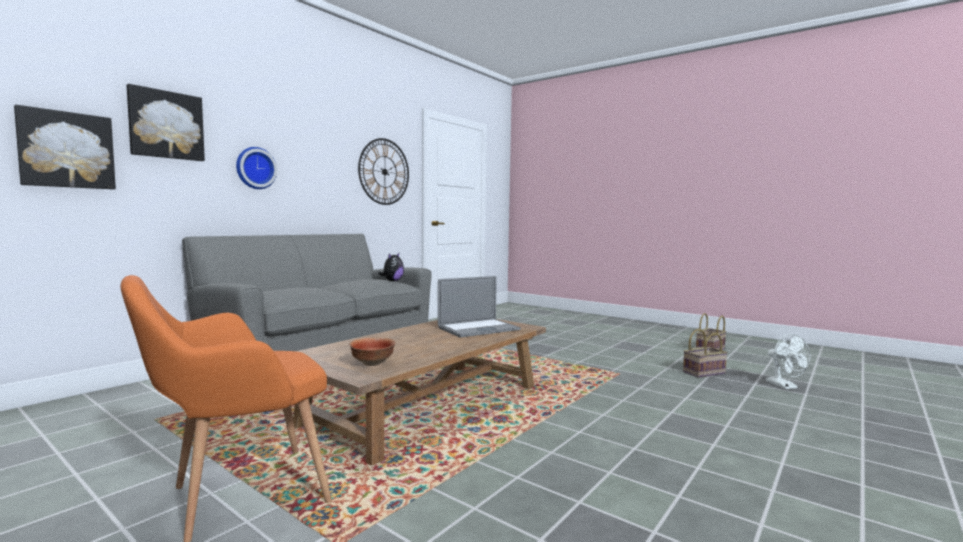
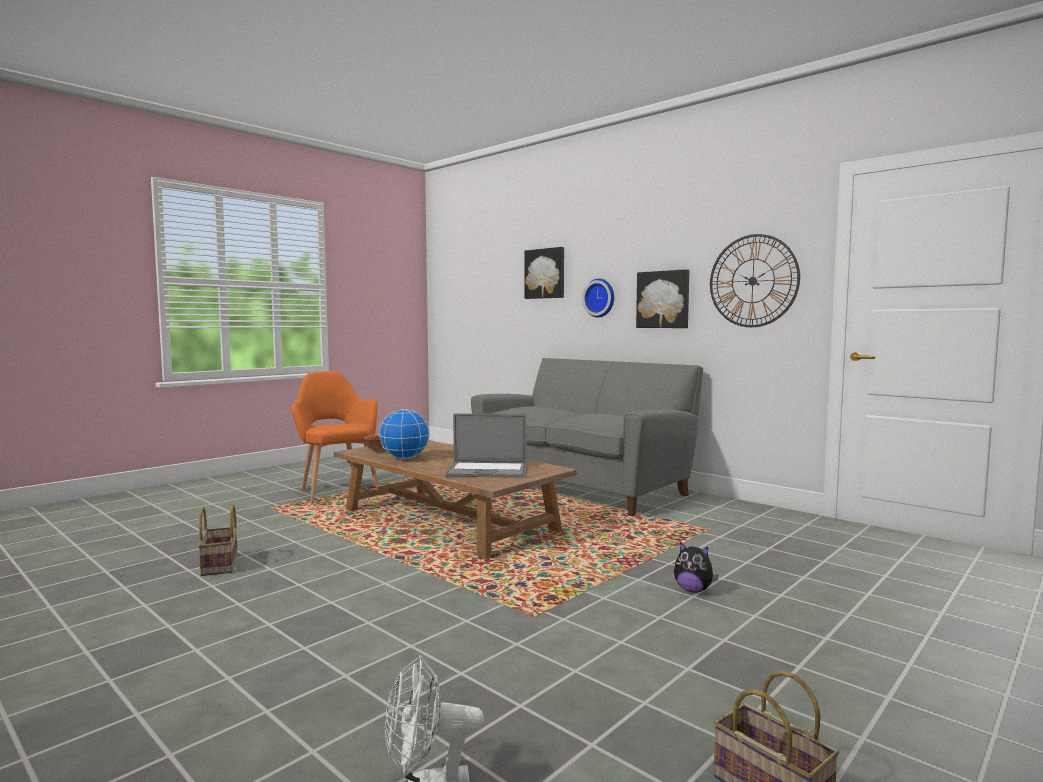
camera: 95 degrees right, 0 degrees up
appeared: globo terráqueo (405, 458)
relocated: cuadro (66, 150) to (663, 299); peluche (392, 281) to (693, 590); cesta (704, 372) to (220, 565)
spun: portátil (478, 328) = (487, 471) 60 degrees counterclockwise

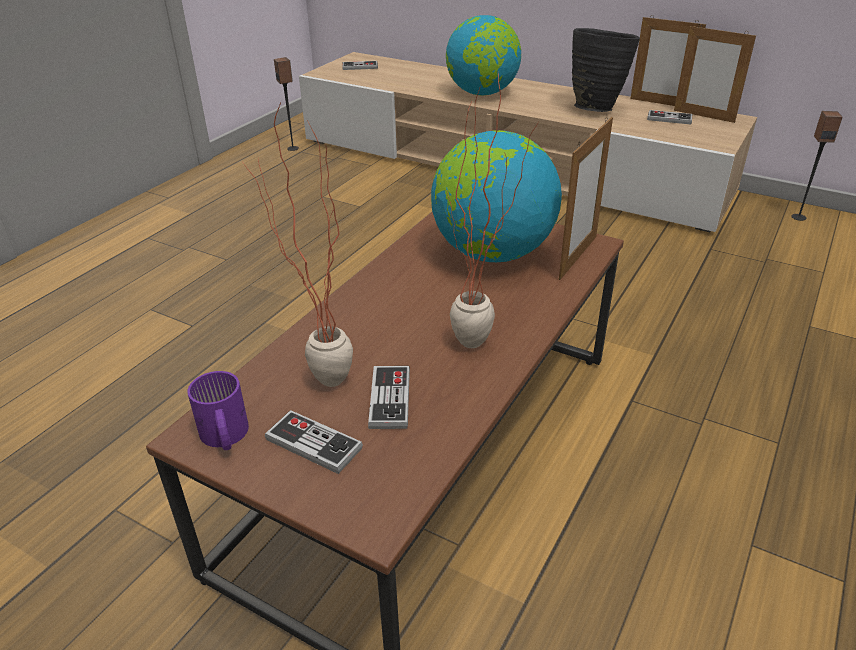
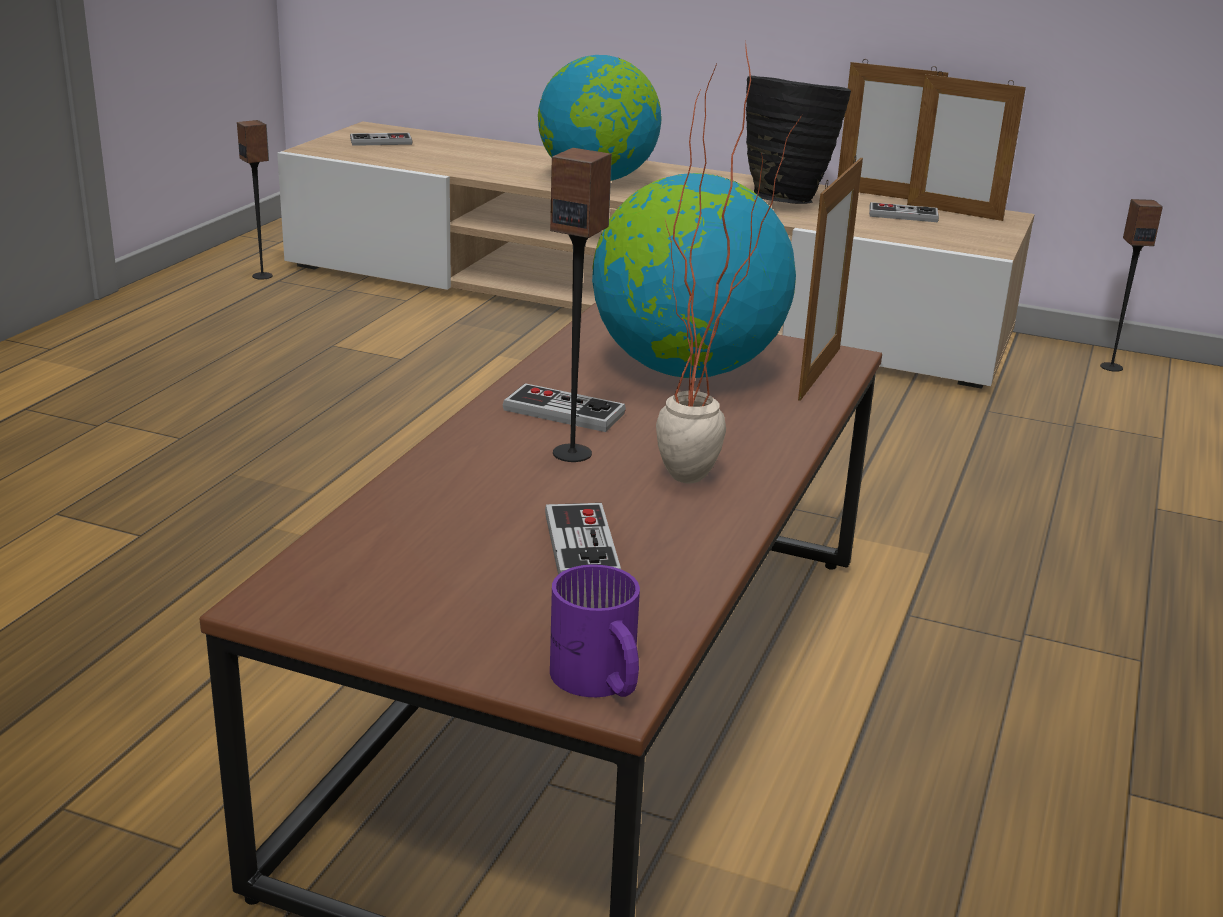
camera: 10 degrees left, 10 degrees down
missing: planta en maceta (317, 382)
appeared: altavoz (572, 453)
relocated: taza grande/morado (223, 437) to (597, 682); mando de consola (313, 443) to (564, 412)

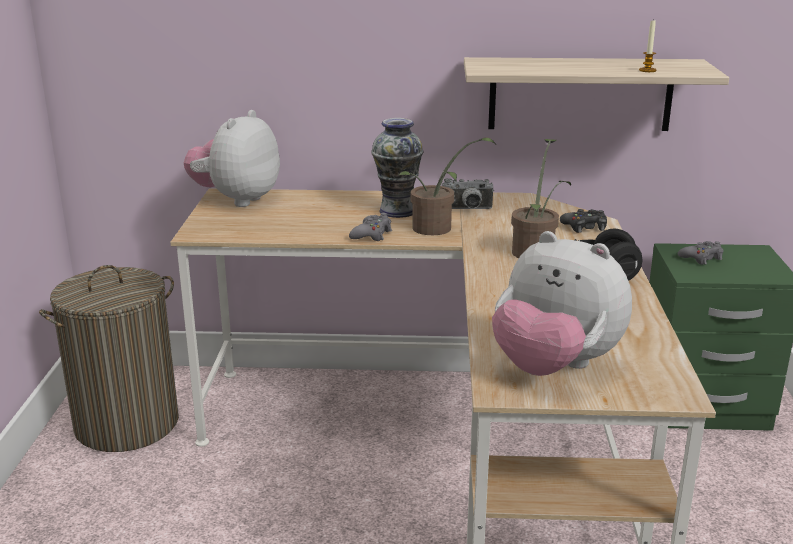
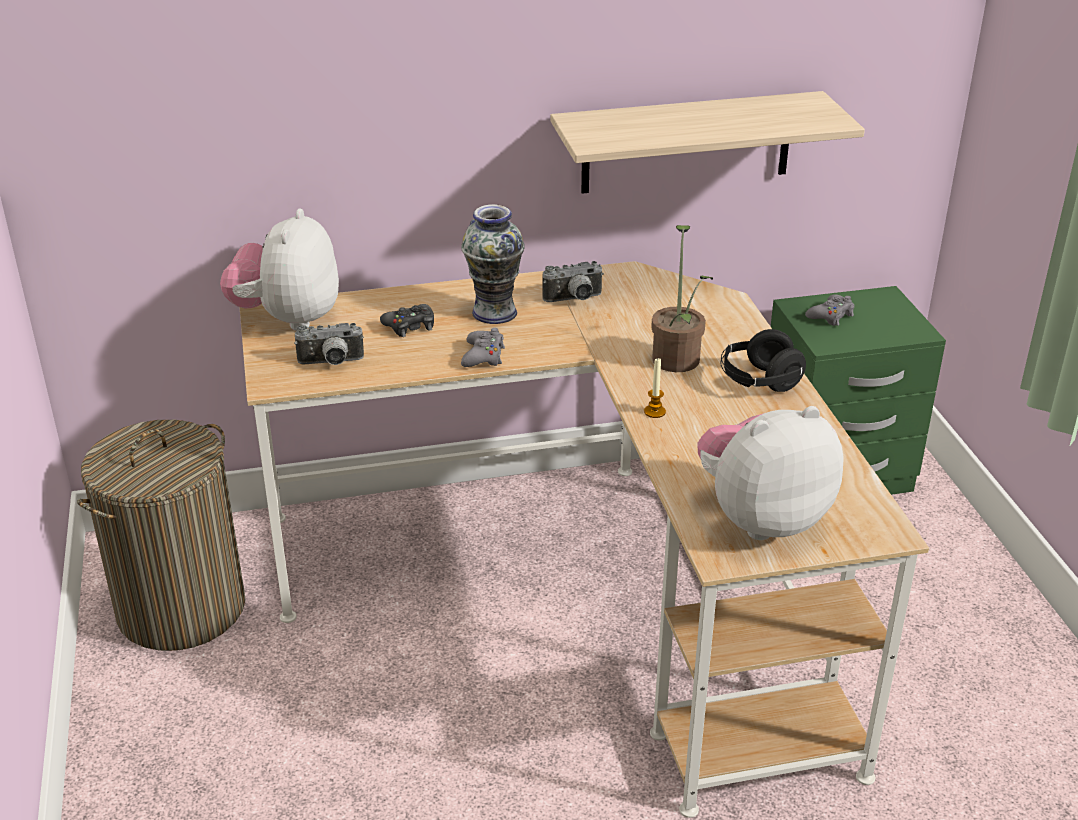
camera: 15 degrees left, 10 degrees up
missing: planta en maceta (437, 229)
appeared: cámara (331, 363)
relocated: mando de consola/negro (585, 227) to (410, 326); vela (647, 70) to (654, 412)
spun: peluche (554, 367) = (761, 518) 135 degrees clockwise

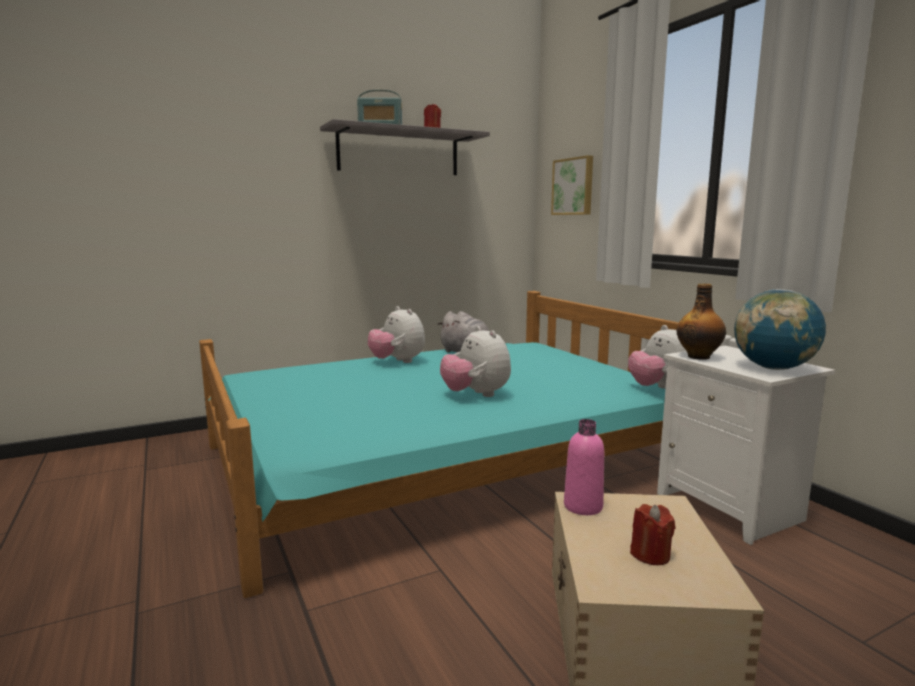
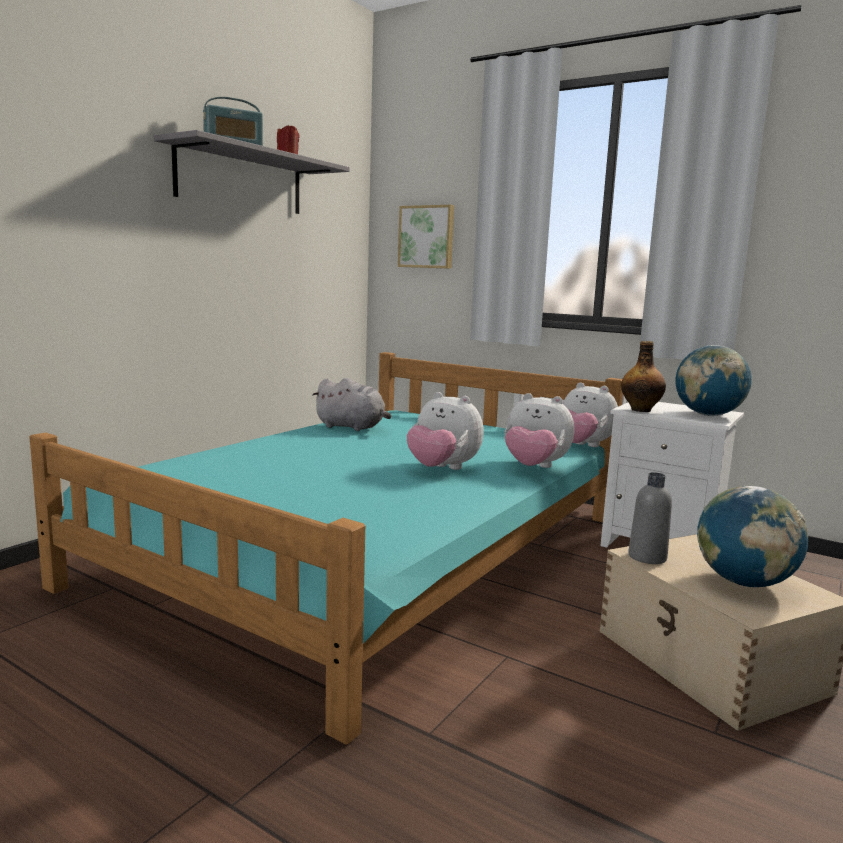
camera: 30 degrees left, 0 degrees up
relocated: peluche (397, 362) to (534, 467)
exchanged: vela/rojo (650, 554) to globo terráqueo (743, 582)
colour: botella/rosa (583, 506) to botella/gris (647, 557)

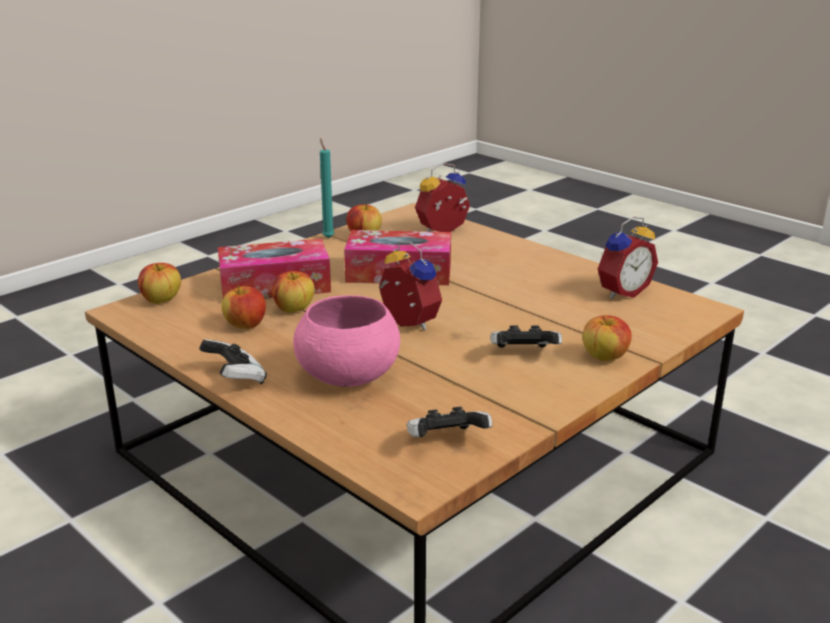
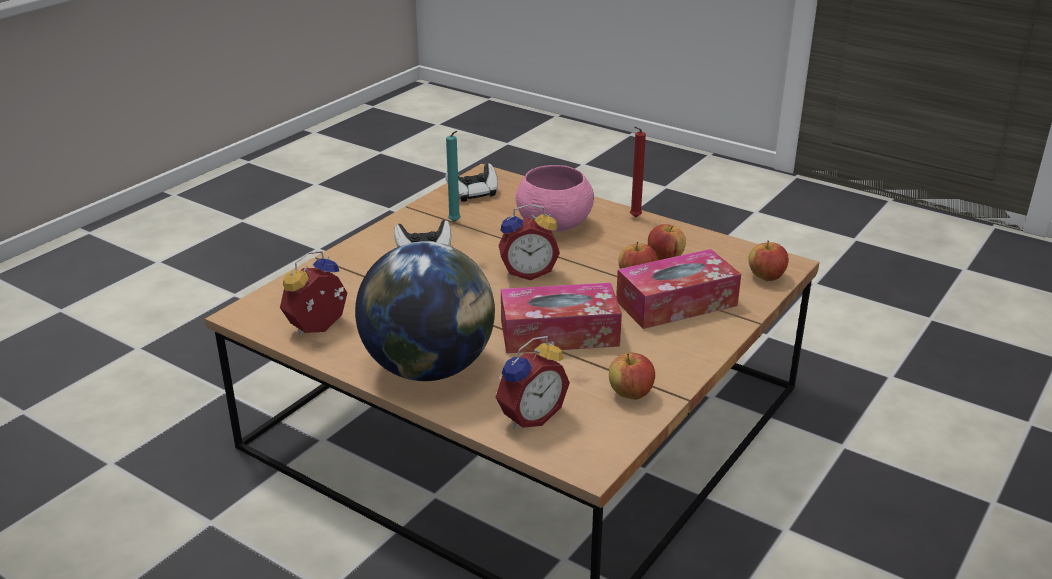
camera: 170 degrees right, 5 degrees up
missing: manzana (605, 357)
appeared: globo terráqueo (429, 368)
relocated: vela/turquesa (328, 237) to (455, 222)
exchanged: mando de consola (235, 379) to vela/rojo (634, 218)
spun: despertador (406, 324) = (528, 272) 45 degrees counterclockwise

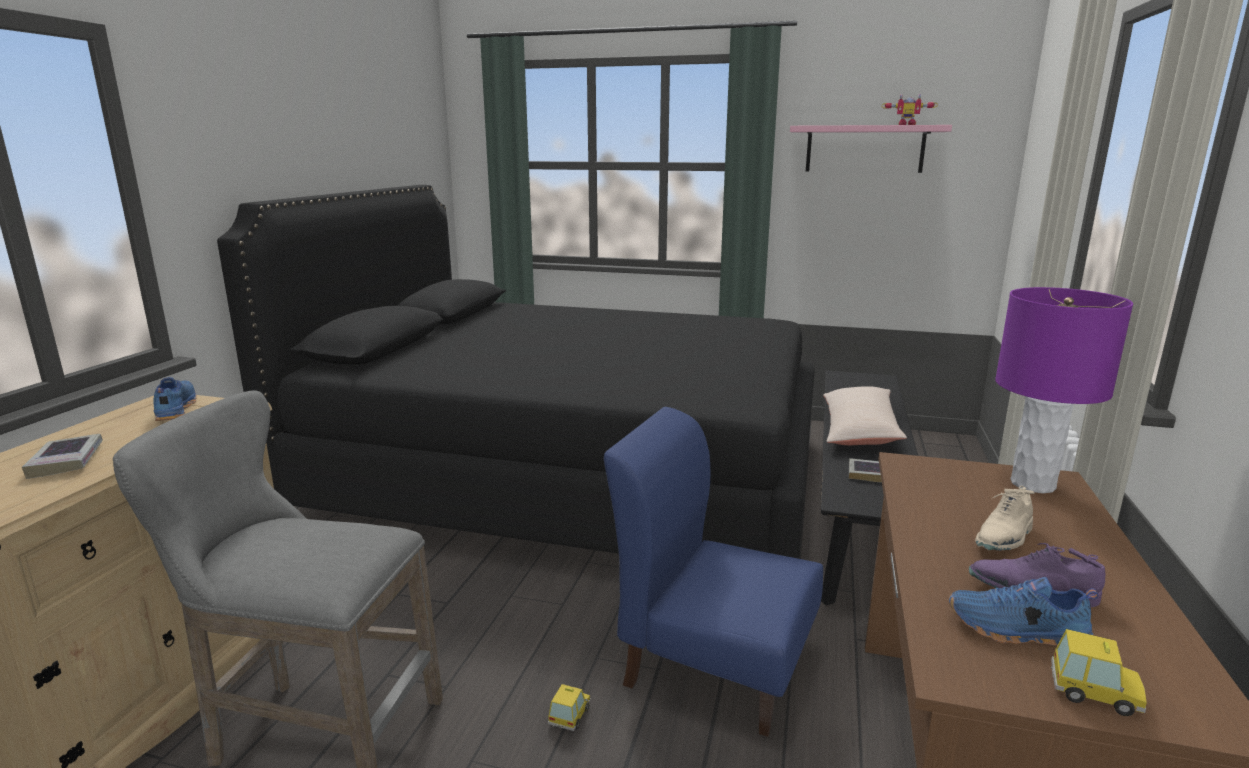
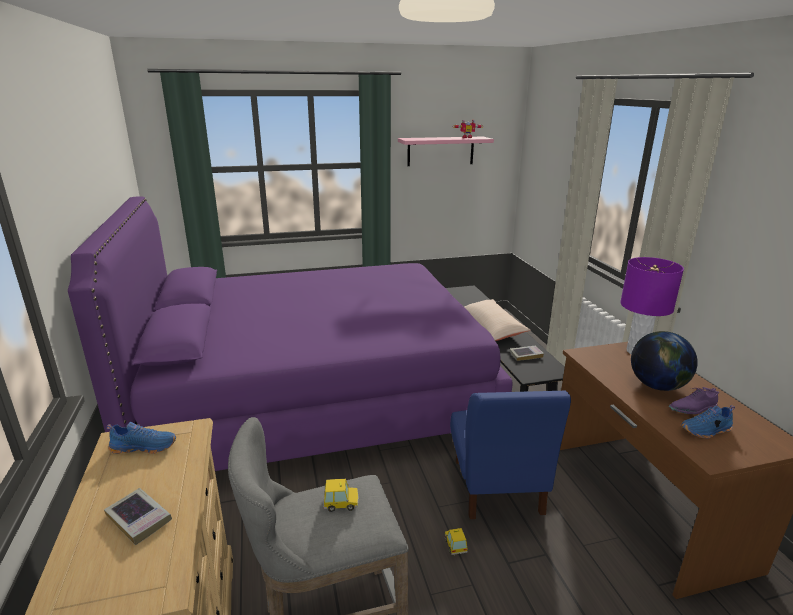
camera: 30 degrees left, 5 degrees up
relocated: coche de juguete (1094, 692) to (341, 503)
exchanged: zapato/beis (1003, 539) to globo terráqueo (657, 385)
colour: cama/negro (571, 478) to cama/morado (315, 396)
spun: zapato/azul (174, 410) = (144, 446) 135 degrees clockwise; silla/azul (713, 665) = (497, 486) 90 degrees counterclockwise

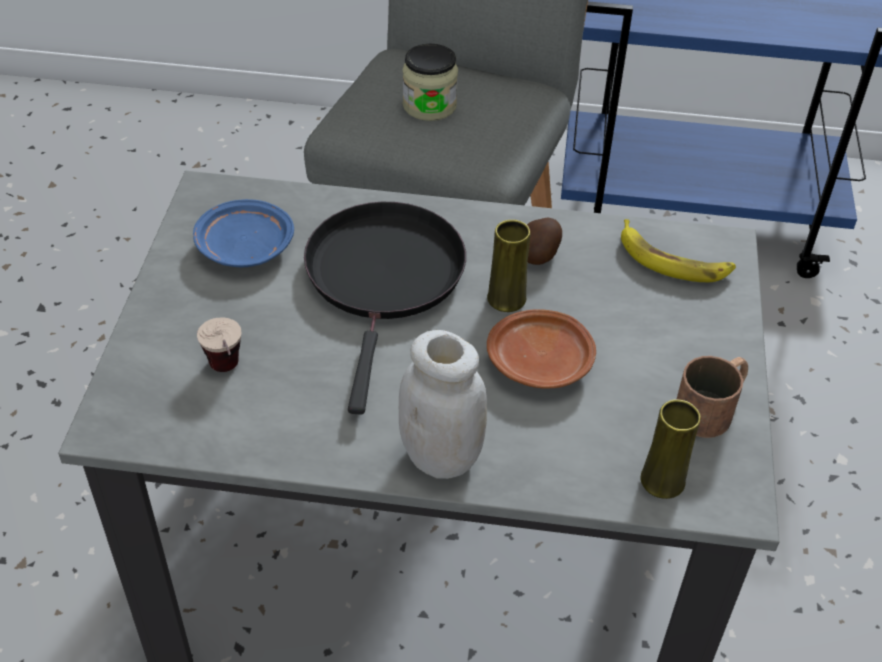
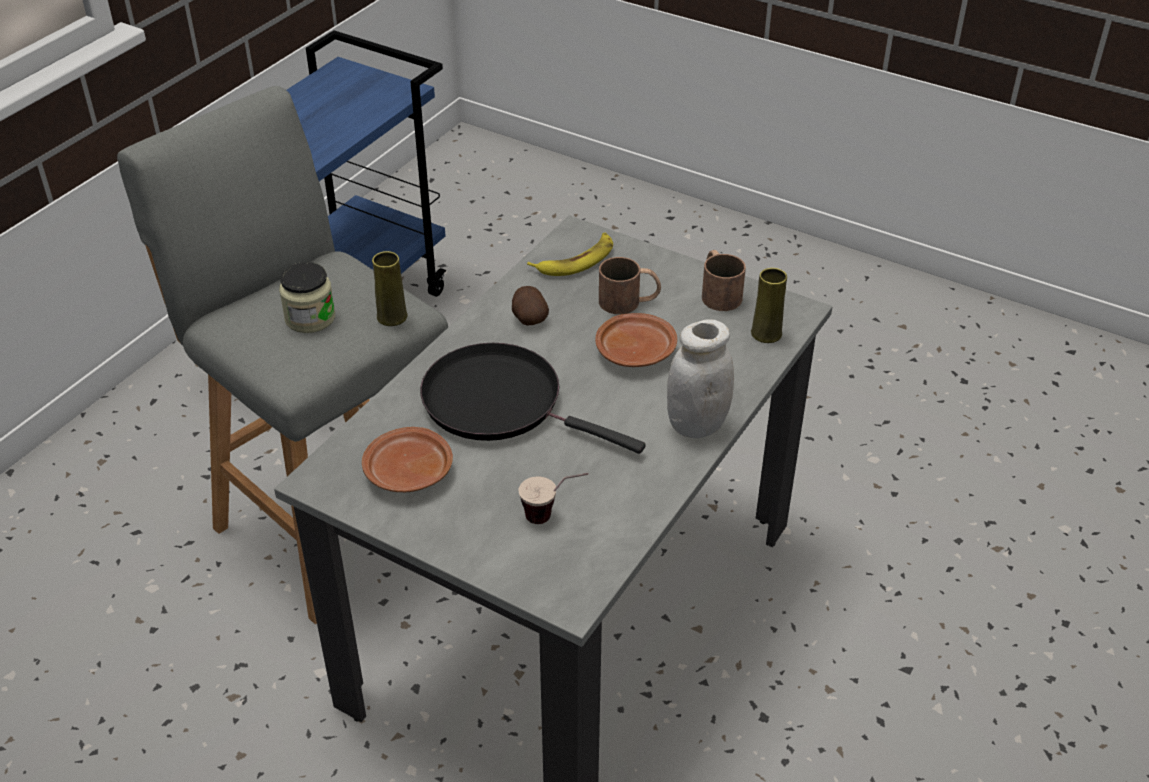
camera: 65 degrees left, 5 degrees down
appeared: taza grande/marrón (629, 301)
relocated: florero/amarillo (506, 299) to (392, 317)
colour: plato/azul (244, 247) to plato/marrón (408, 473)

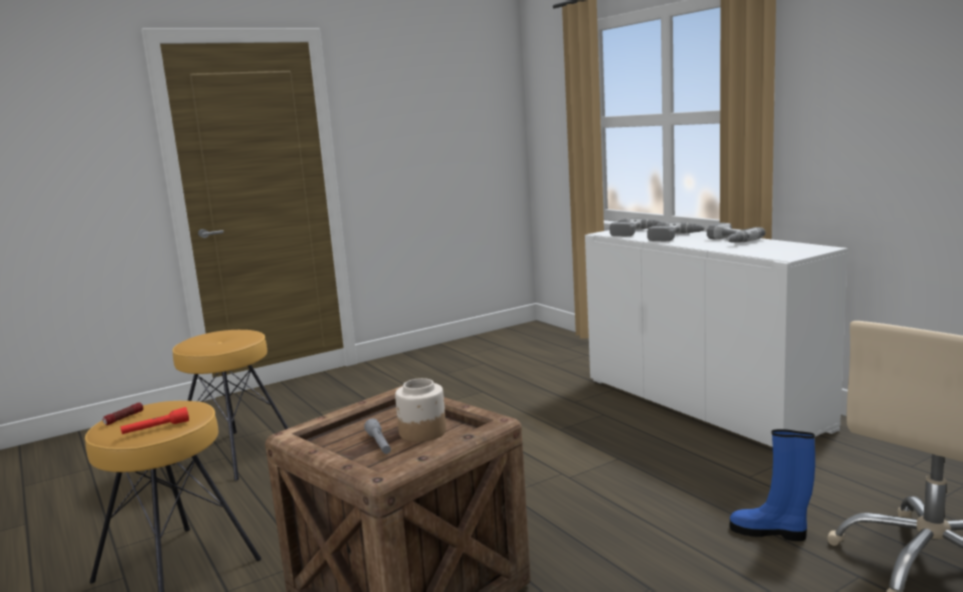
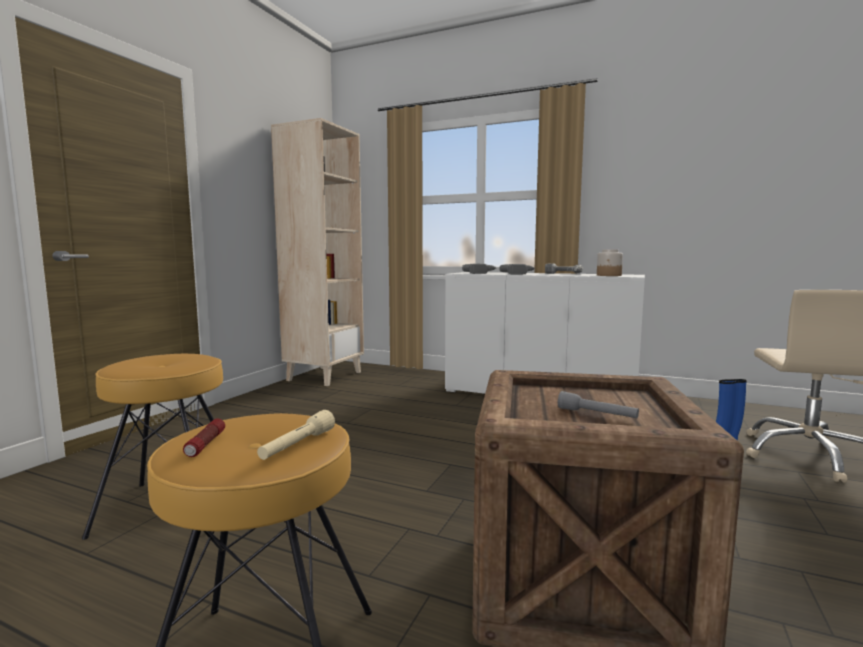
camera: 35 degrees left, 5 degrees down
appeared: estantería/beis (324, 376)
relocated: tarro (422, 432) to (609, 275)
colour: linterna/rojo (156, 428) to linterna/beis (297, 446)

